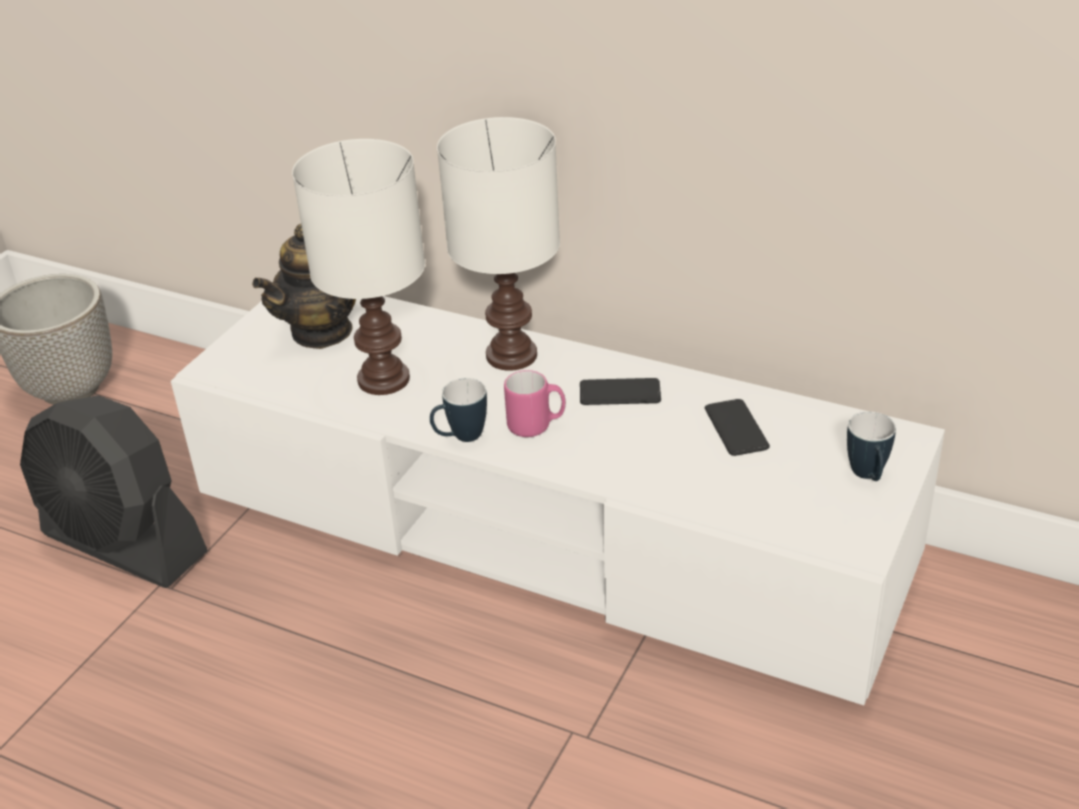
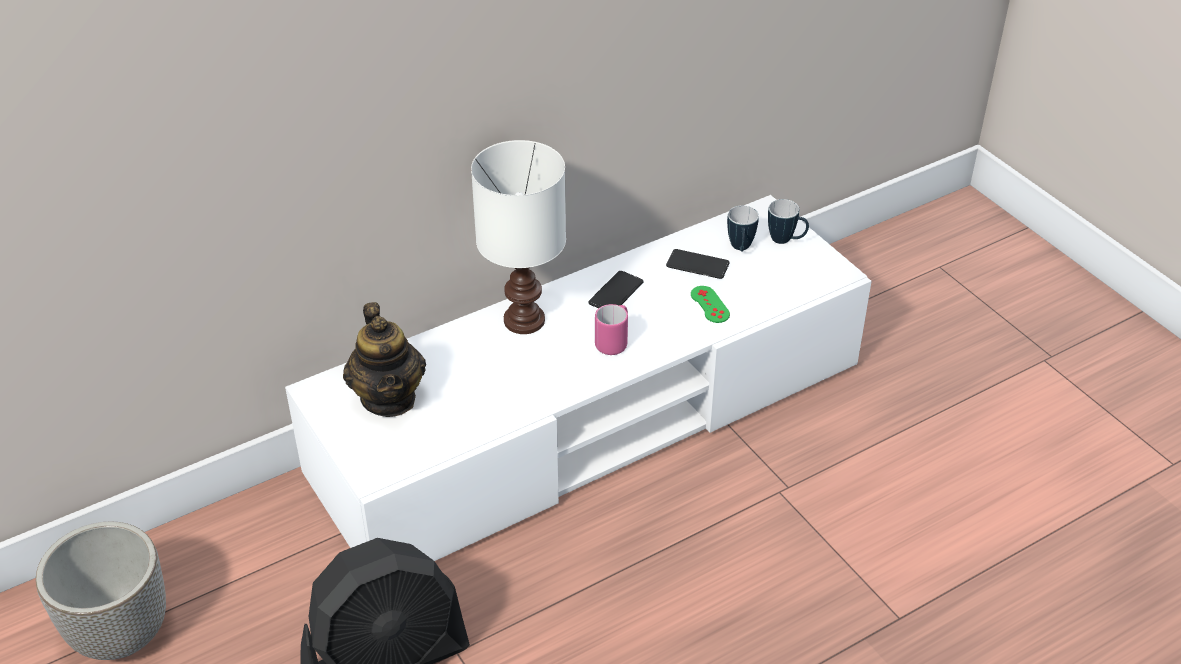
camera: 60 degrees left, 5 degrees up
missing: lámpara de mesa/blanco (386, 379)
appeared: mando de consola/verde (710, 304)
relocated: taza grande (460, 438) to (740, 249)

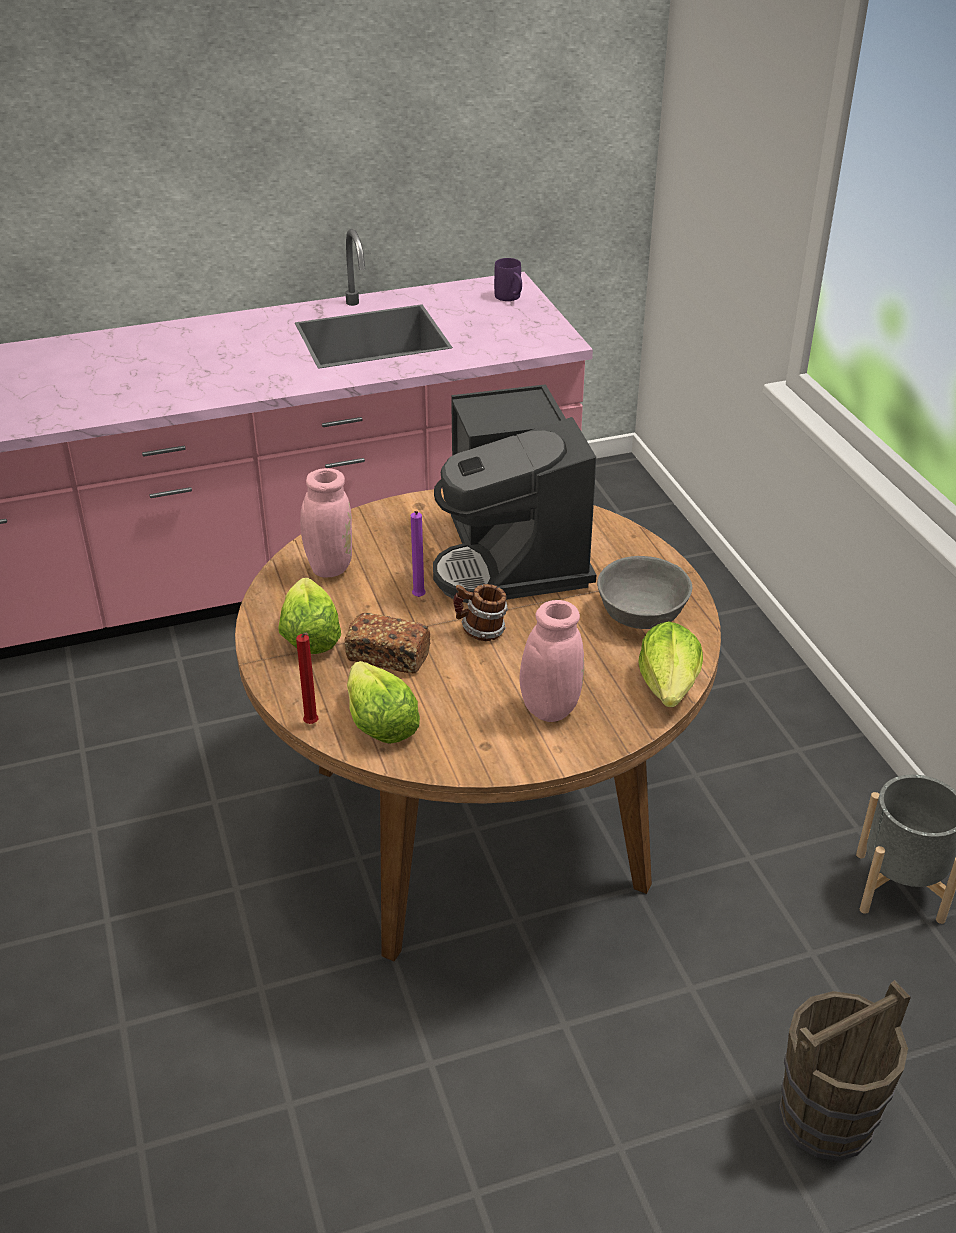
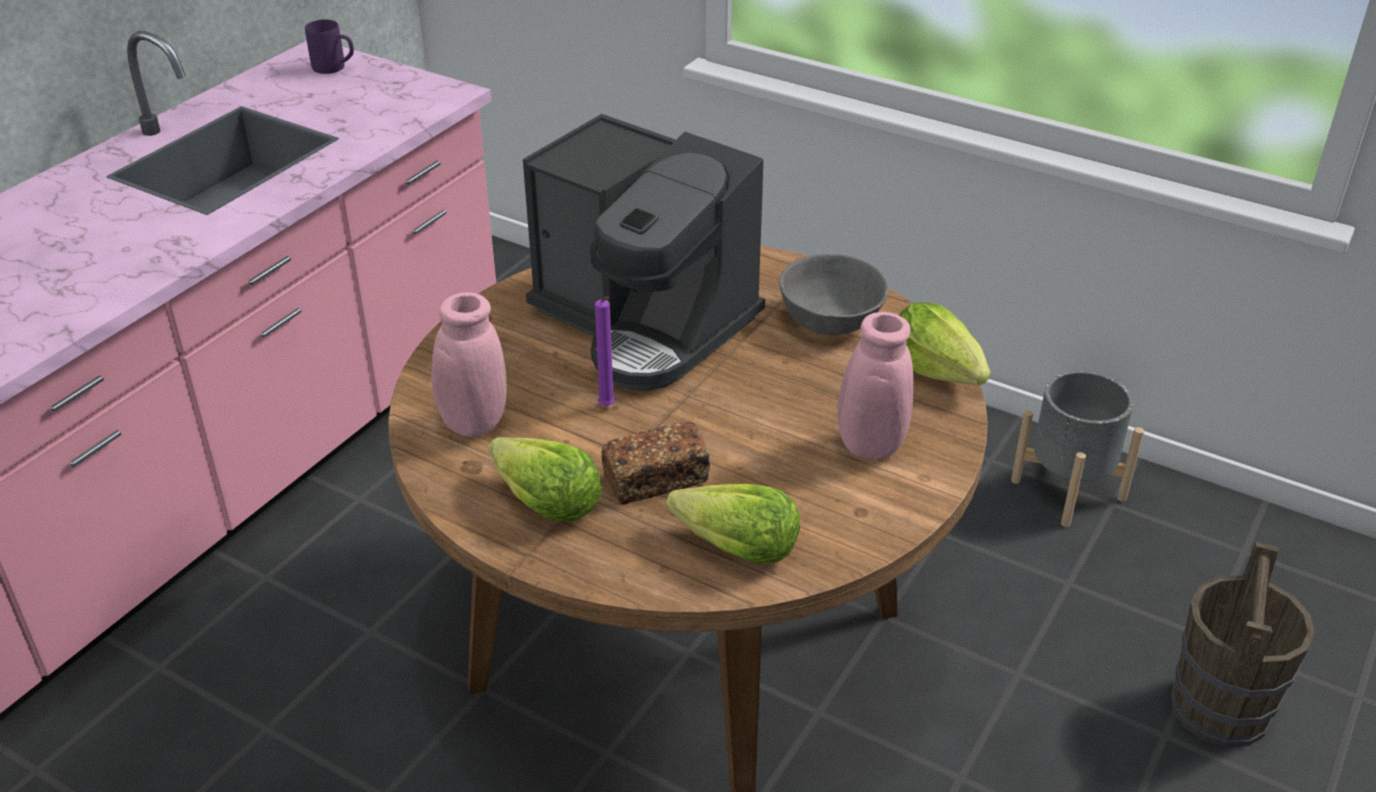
camera: 40 degrees left, 0 degrees up
missing: vela/rojo (312, 725); taza grande (480, 631)

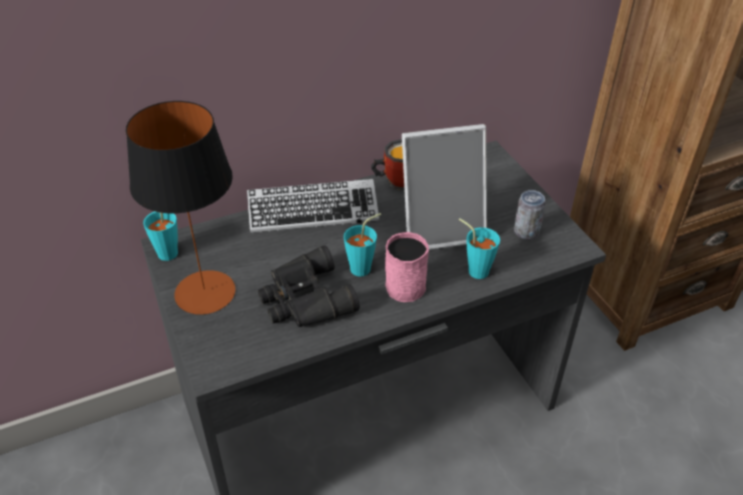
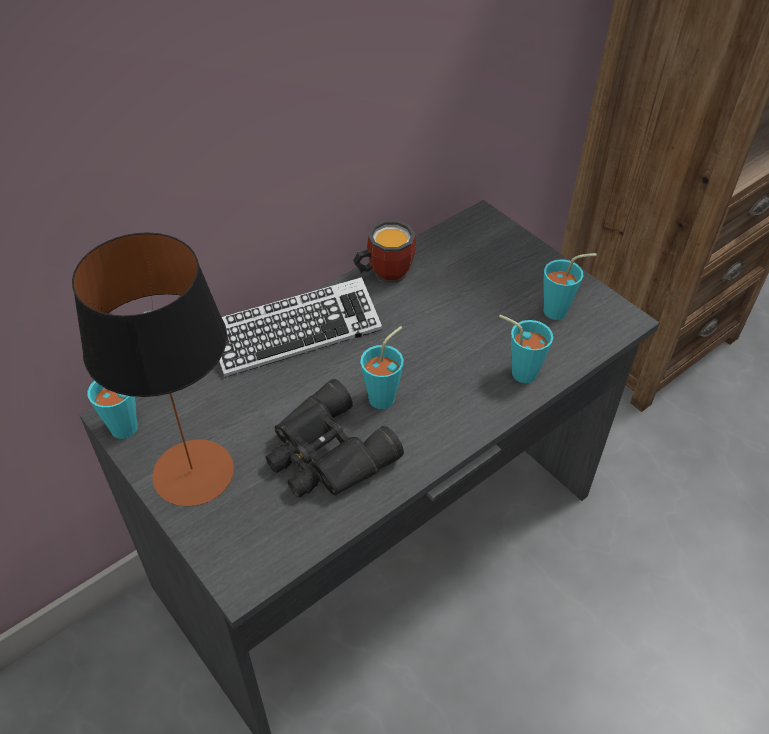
camera: 15 degrees left, 5 degrees up
missing: taza grande/rosa (404, 282); portarretratos (441, 228)
exchanged: lata (526, 232) to taza/turquesa (560, 311)

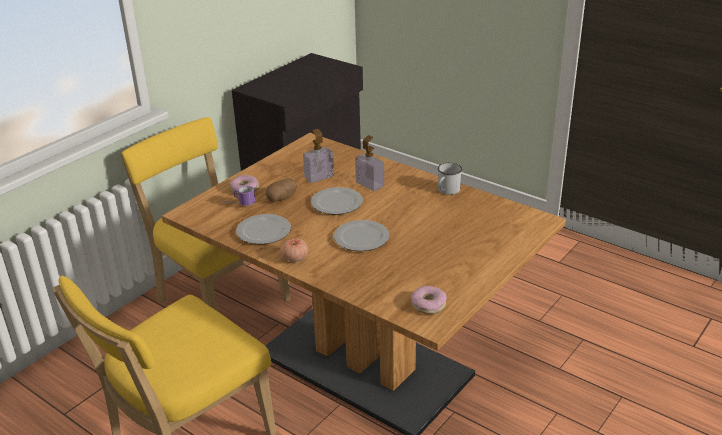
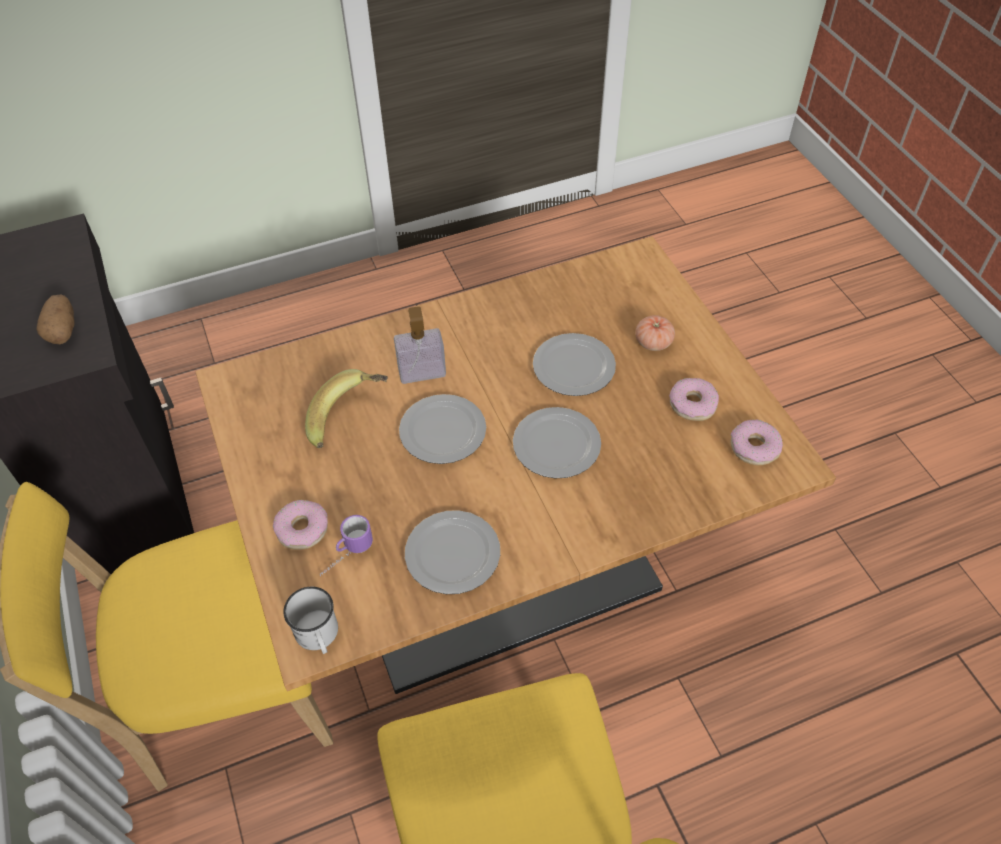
camera: 60 degrees left, 20 degrees up
appeared: plato (574, 368); rosquilla (693, 404)
relocated: patata (282, 198) to (63, 330); tomate (295, 258) to (653, 342); taza grande/blanco (447, 191) to (319, 637)
exchanged: dispensador de jabón (319, 177) to plátano (349, 419)

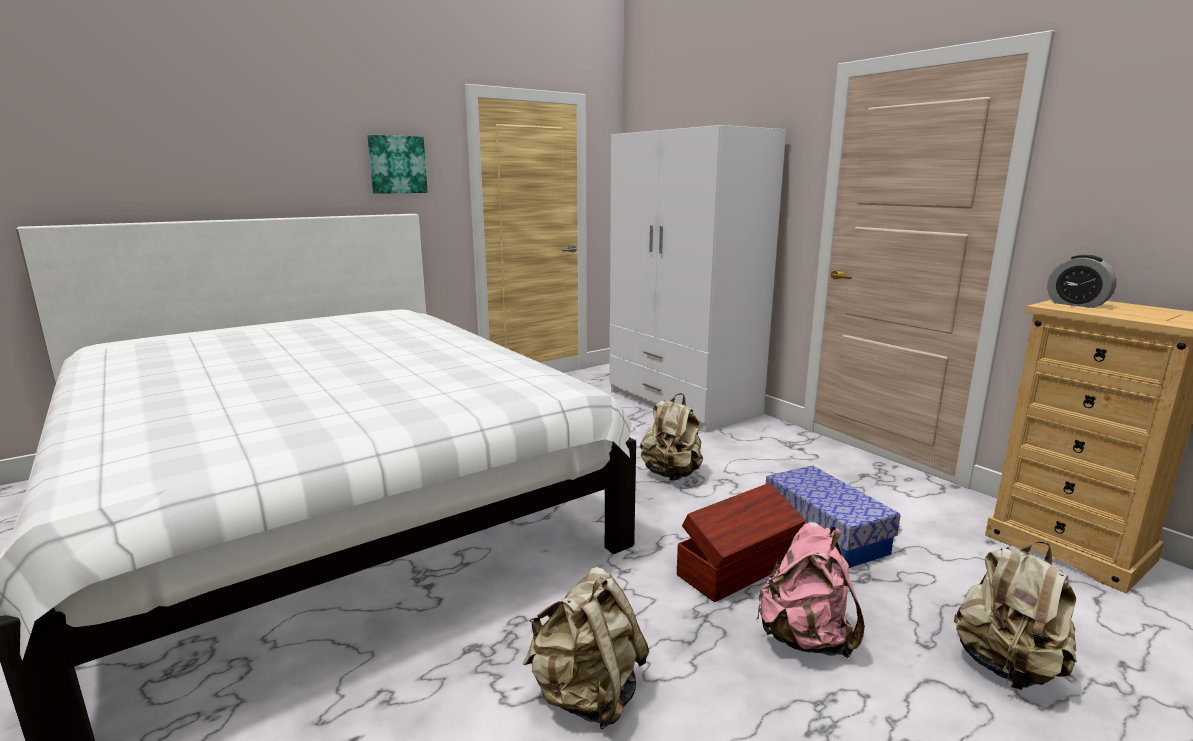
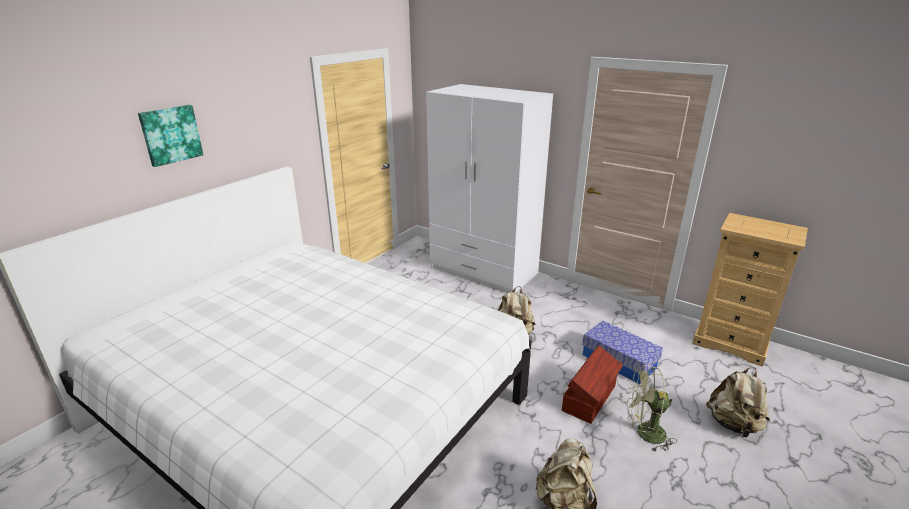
camera: 20 degrees left, 10 degrees up
missing: despertador (1076, 304)
relocated: cuadro (397, 164) to (170, 134)
exchanged: mochila/rosa (805, 638) to ventilador/verde (644, 434)

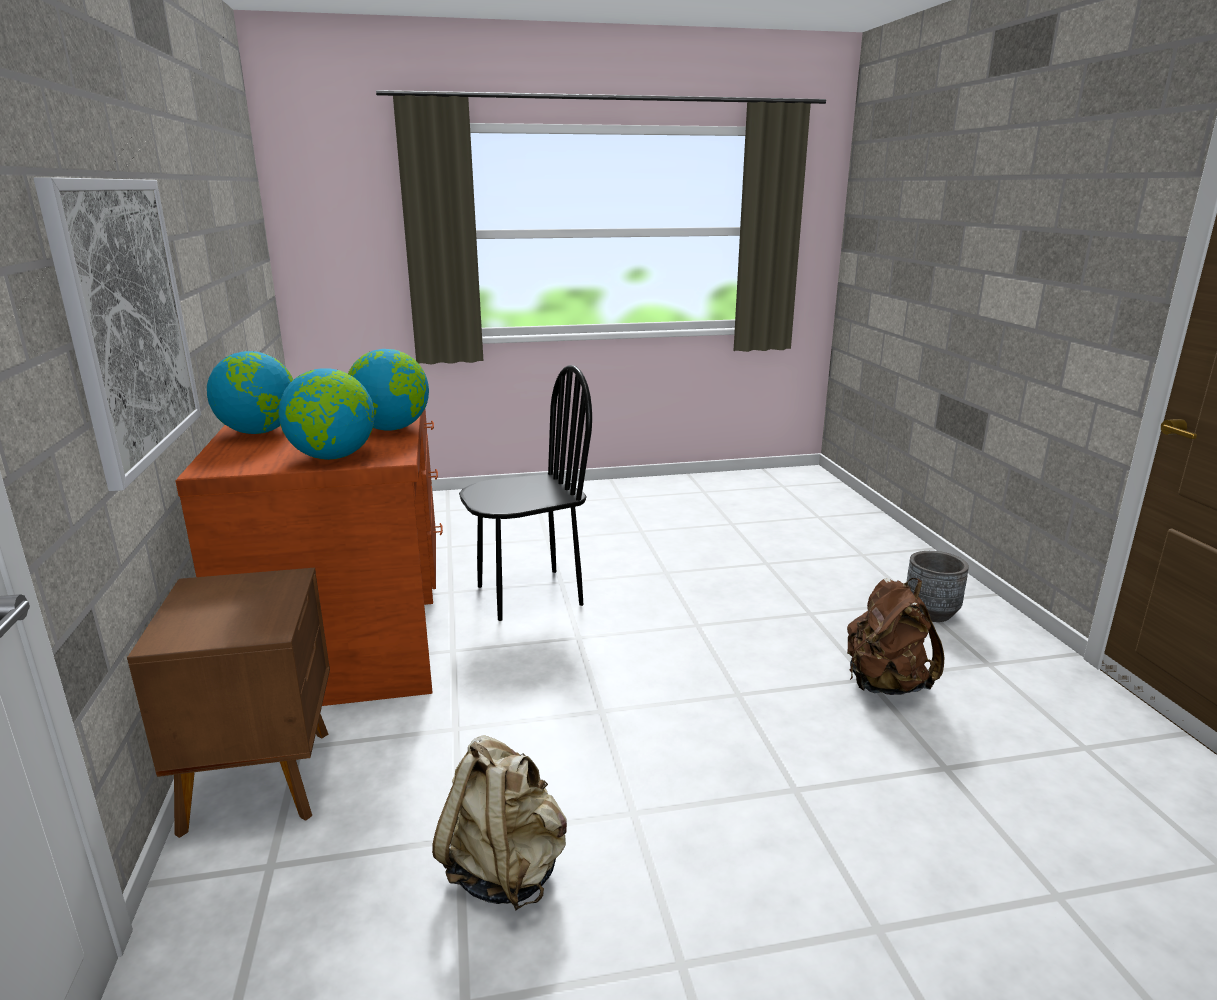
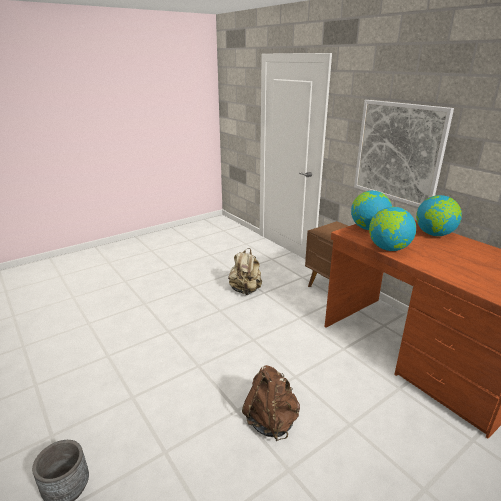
camera: 155 degrees right, 5 degrees up
missing: silla/negro (529, 595)
relocated: mochila/marrón (885, 684) to (271, 421)

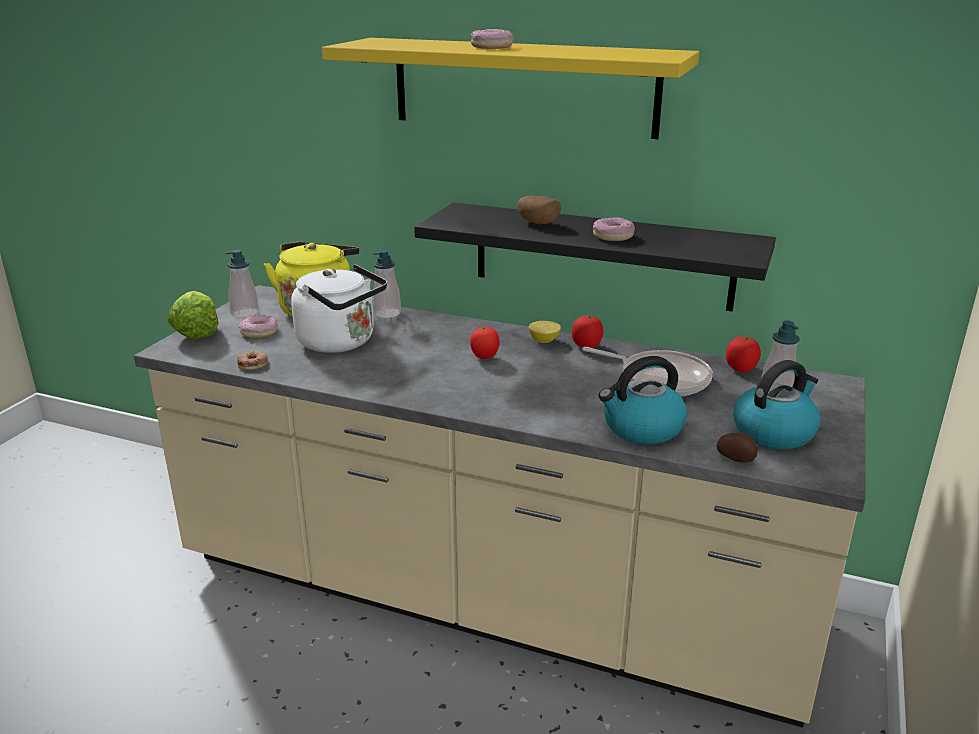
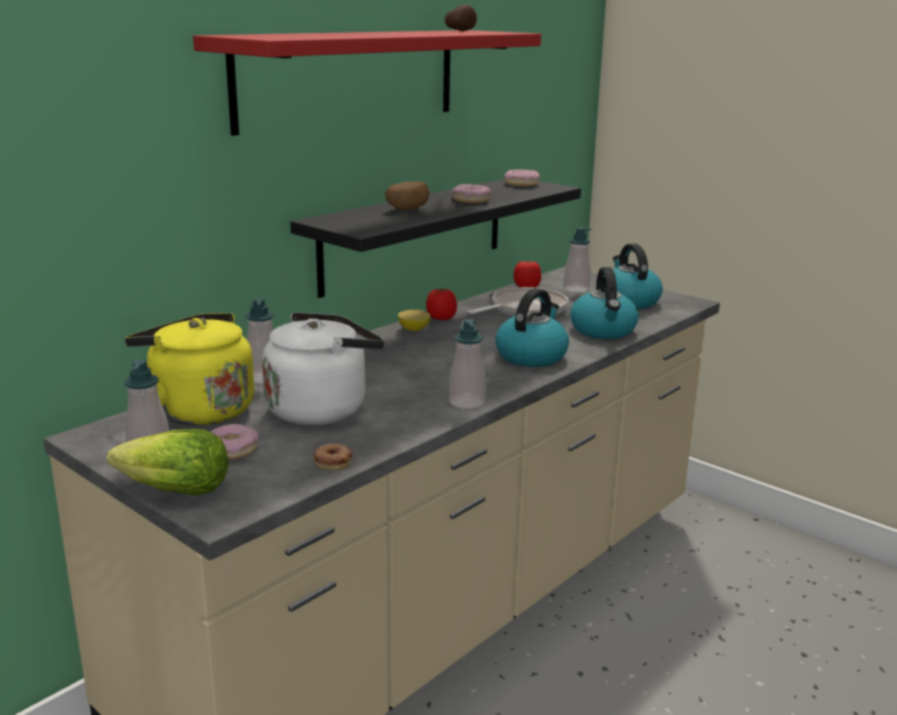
camera: 70 degrees left, 5 degrees down
missing: tomate (484, 357)
appeared: dispensador de jabón (466, 402); hervidor (531, 356)
relocated: rosquilla (491, 47) to (522, 184); patata (736, 459) to (461, 31)
colour: estante/amarillo (523, 87) to estante/rojo (350, 78)

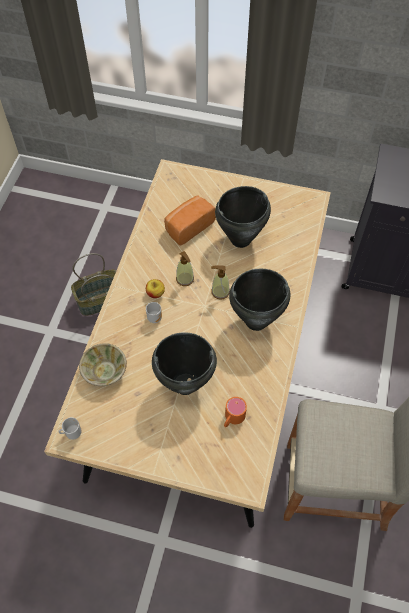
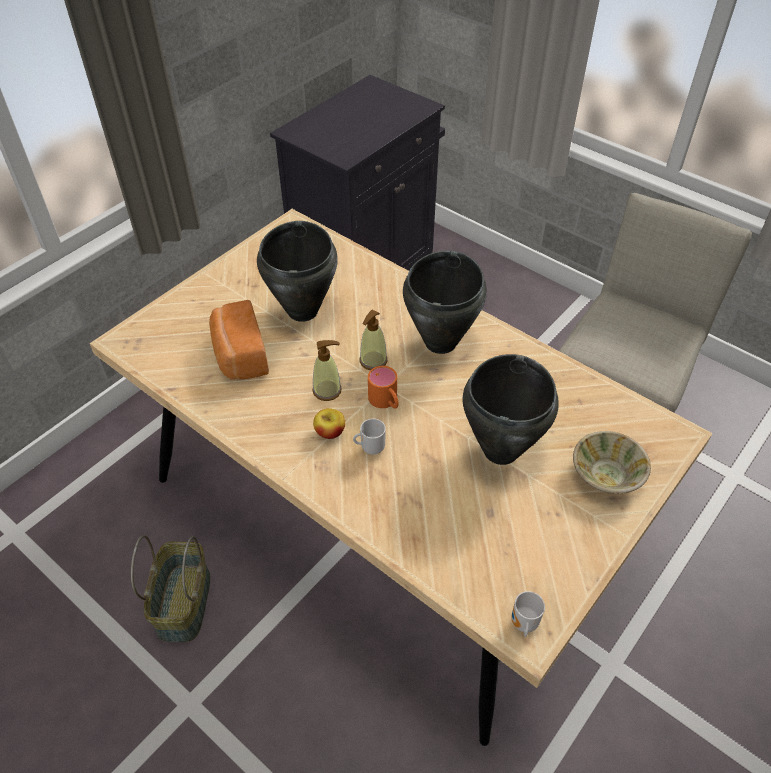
camera: 65 degrees left, 10 degrees down
relocated: cuenco/beis (104, 371) to (605, 475); taza grande/naranja (232, 418) to (386, 402)

